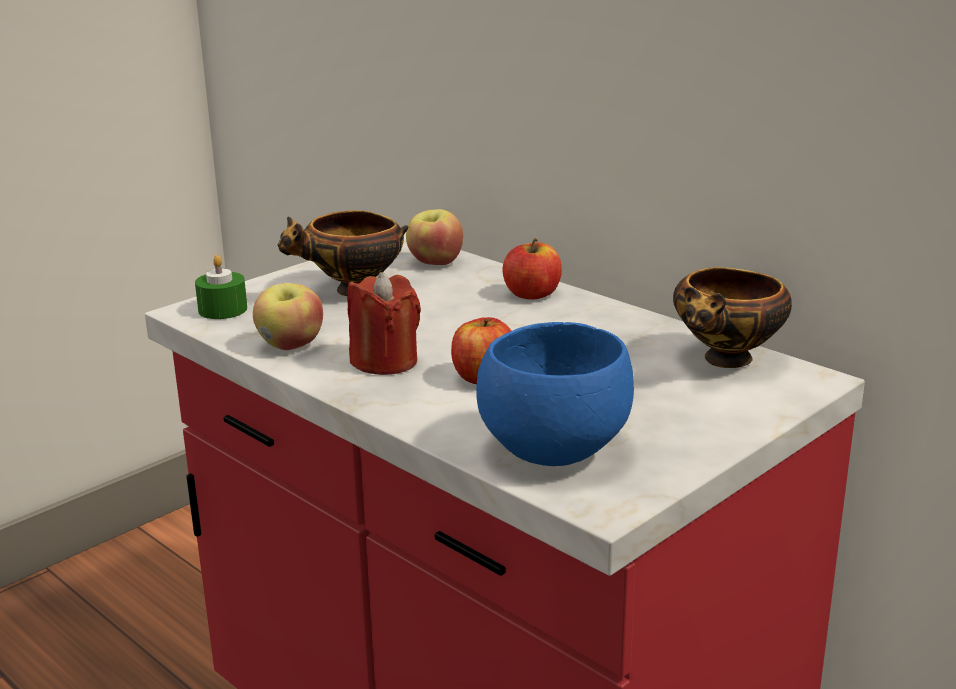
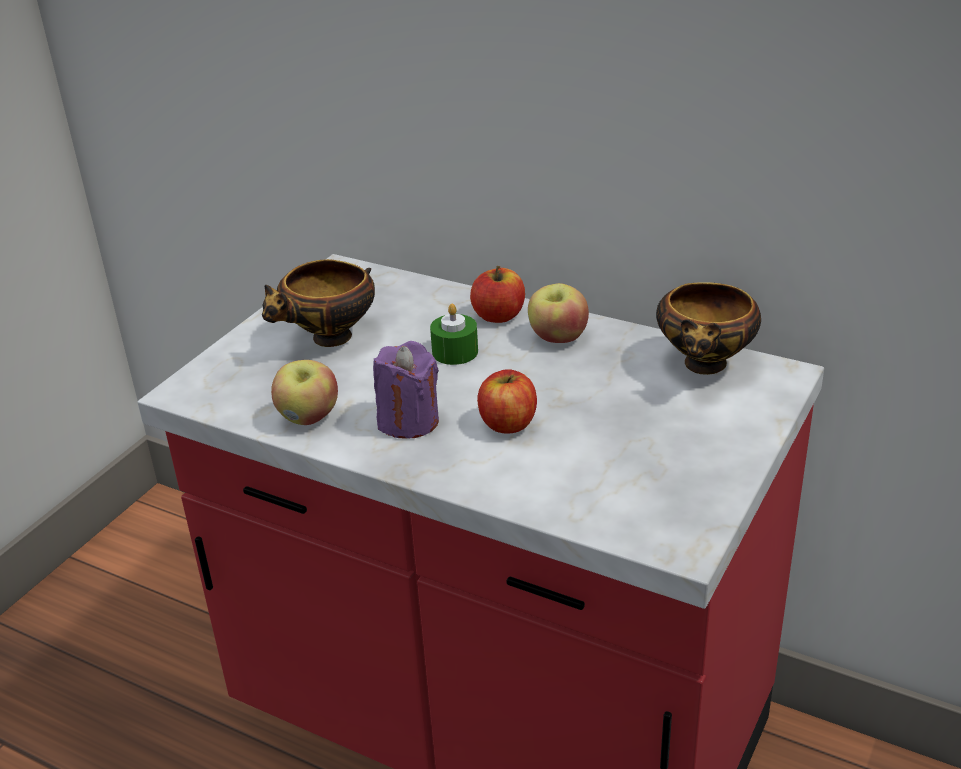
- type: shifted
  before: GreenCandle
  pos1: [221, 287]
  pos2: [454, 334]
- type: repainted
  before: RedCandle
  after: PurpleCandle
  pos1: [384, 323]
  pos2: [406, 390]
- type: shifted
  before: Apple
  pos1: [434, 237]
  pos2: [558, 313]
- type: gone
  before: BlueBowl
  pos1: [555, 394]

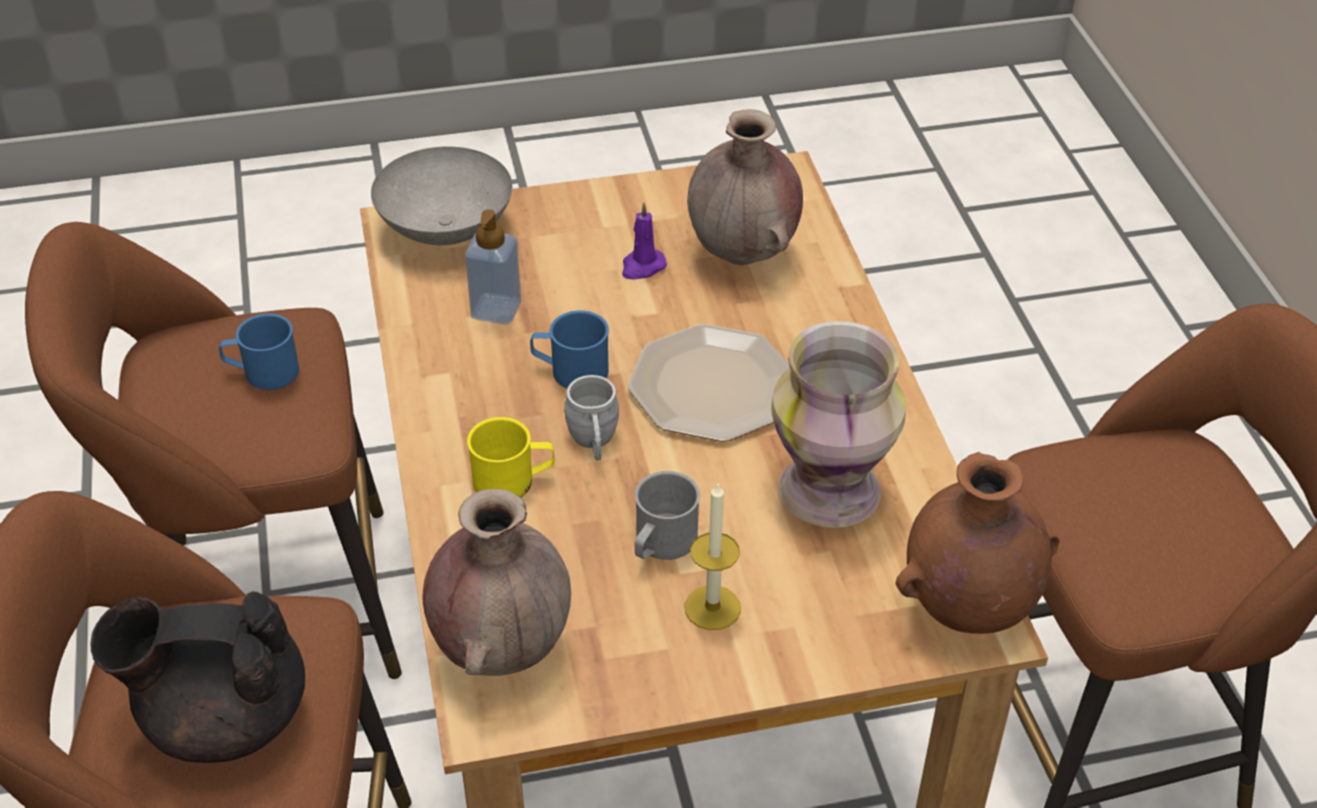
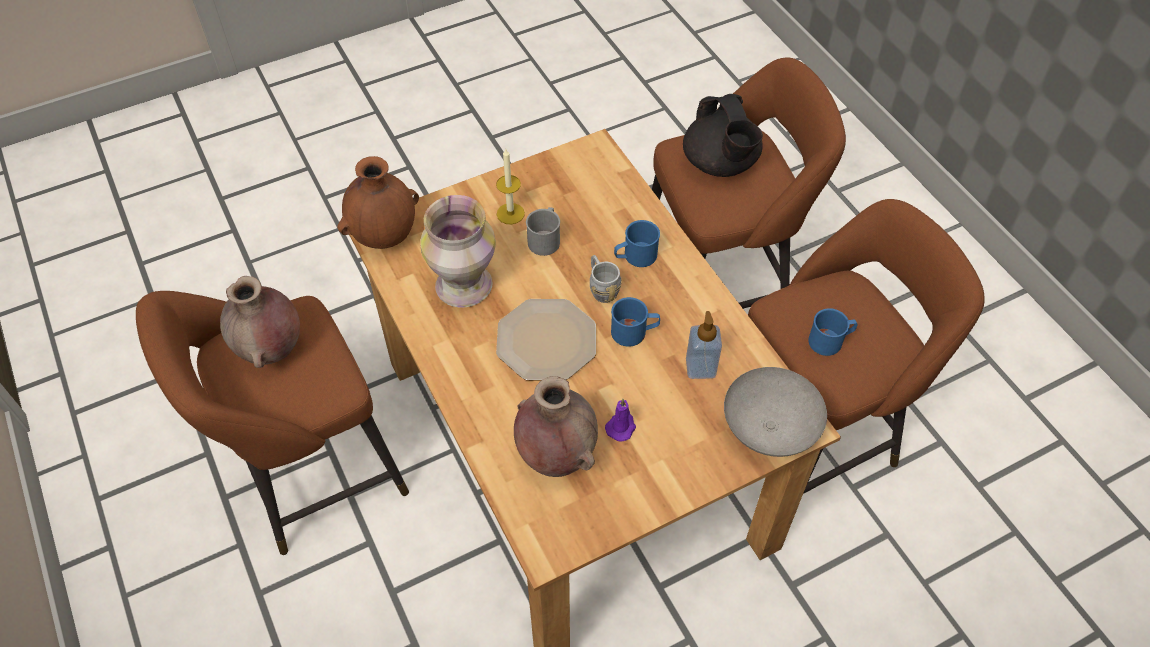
- type: rotated
  before: BlackTeapot
  pos1: [197, 677]
  pos2: [723, 135]
  turn: 90
- type: shifted
  before: BrownVase
  pos1: [496, 582]
  pos2: [260, 322]
- type: repainted
  before: YellowMug
  after: BlueMug
  pos1: [510, 457]
  pos2: [637, 243]

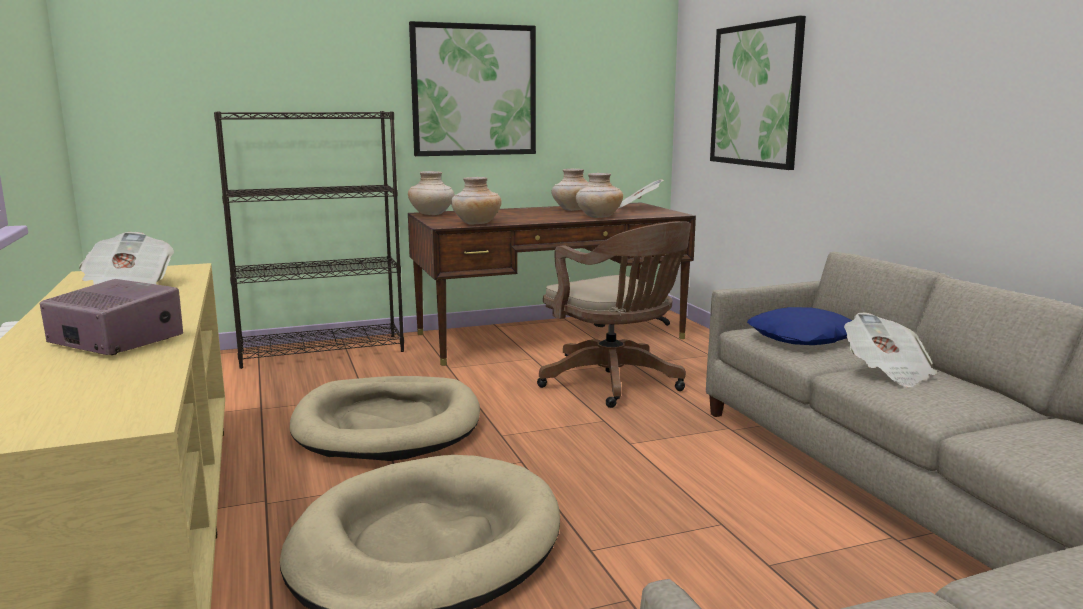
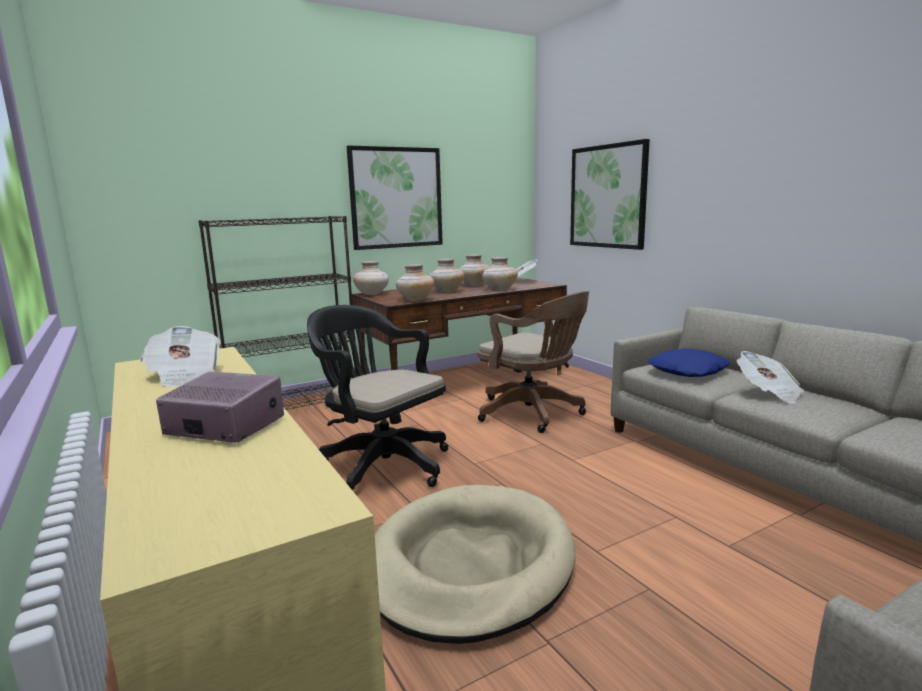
- type: swapped
  before: BeigeDogBed
  after: BlackOfficeChair
  pos1: [385, 418]
  pos2: [377, 398]
- type: new
  after: BeigeVase
  pos2: [446, 276]

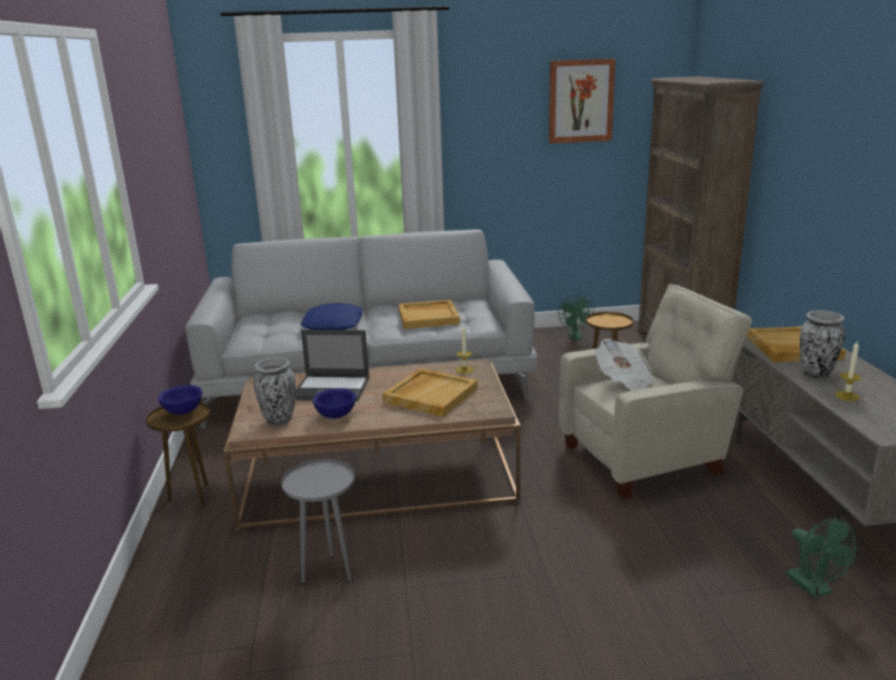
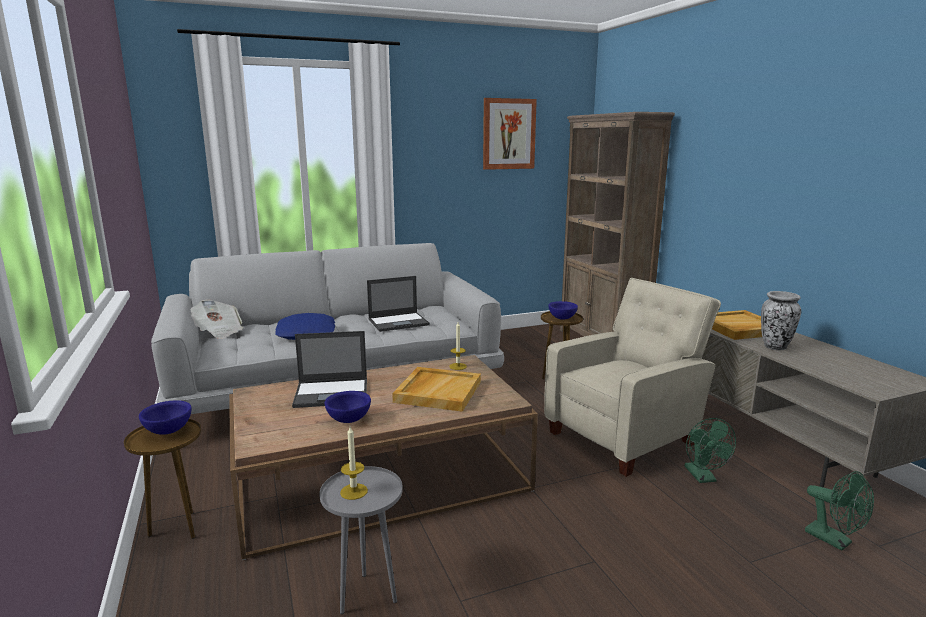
- type: gone
  before: Vase
  pos1: [274, 391]
- type: swapped
  before: BeigeTray
  after: Laptop
  pos1: [429, 314]
  pos2: [398, 304]
- type: shifted
  before: GreenFan
  pos1: [576, 317]
  pos2: [710, 450]
- type: shifted
  before: Newspaper
  pos1: [625, 365]
  pos2: [217, 319]
- type: shifted
  before: Candle
  pos1: [848, 371]
  pos2: [354, 463]
- type: new
  after: BlueBowl
  pos2: [563, 310]

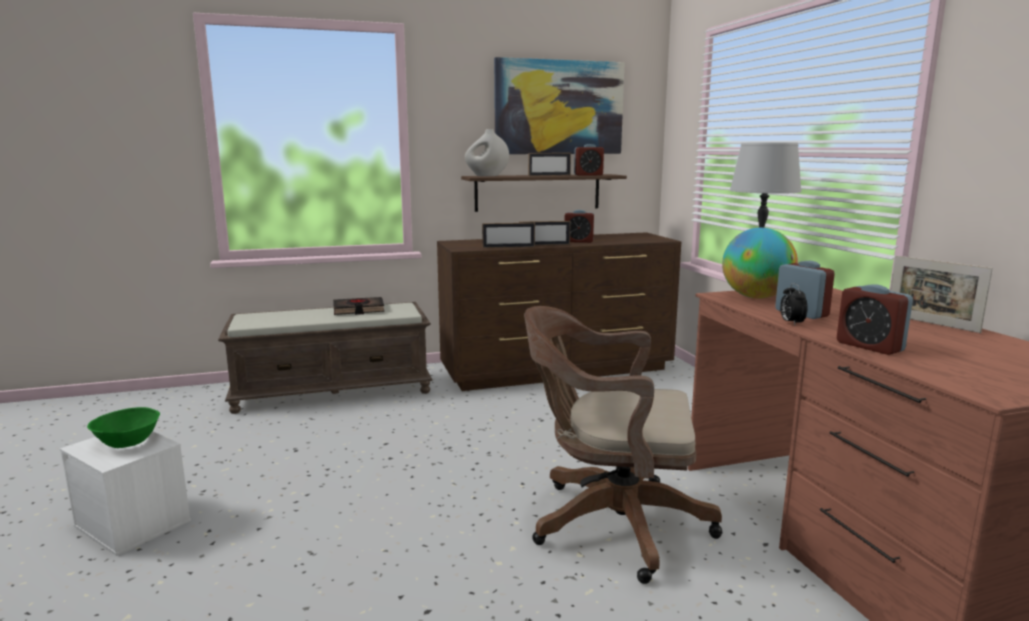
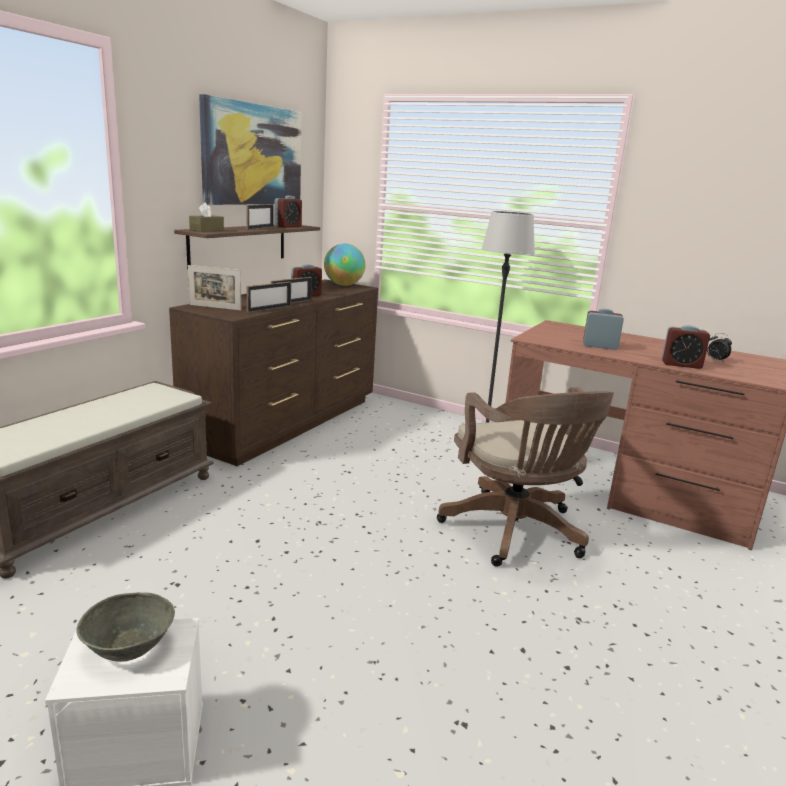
- type: repainted
  before: GreenBowl
  after: GreyBowl
  pos1: [123, 427]
  pos2: [125, 627]
- type: gone
  before: BlackBook
  pos1: [358, 306]
- type: swapped
  before: WhiteVase
  after: BrownTissueBox
  pos1: [487, 152]
  pos2: [206, 217]
- type: rotated
  before: BrownOfficeChair
  pos1: [623, 445]
  pos2: [525, 477]
  turn: -75
- type: shifted
  before: Globe
  pos1: [760, 263]
  pos2: [344, 265]
- type: shifted
  before: AlarmClock
  pos1: [794, 304]
  pos2: [719, 348]
- type: shifted
  before: PictureFrame
  pos1: [941, 294]
  pos2: [214, 287]

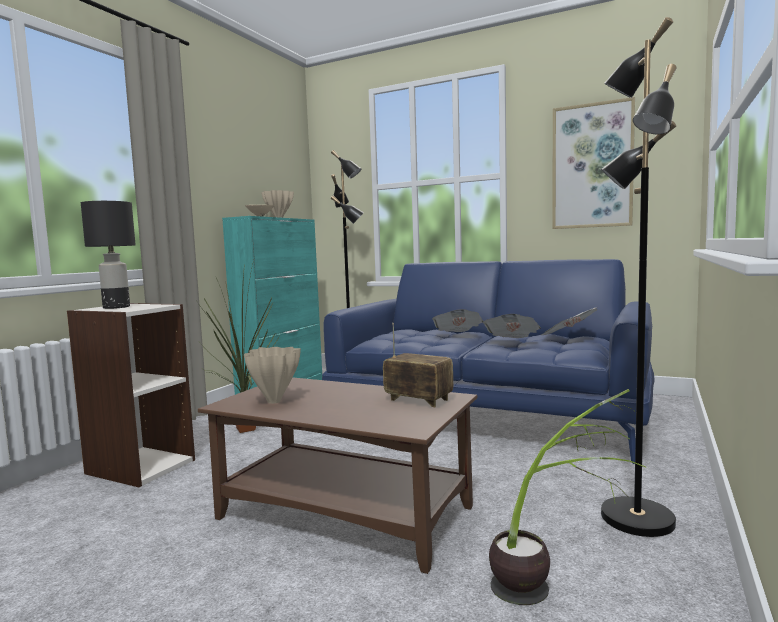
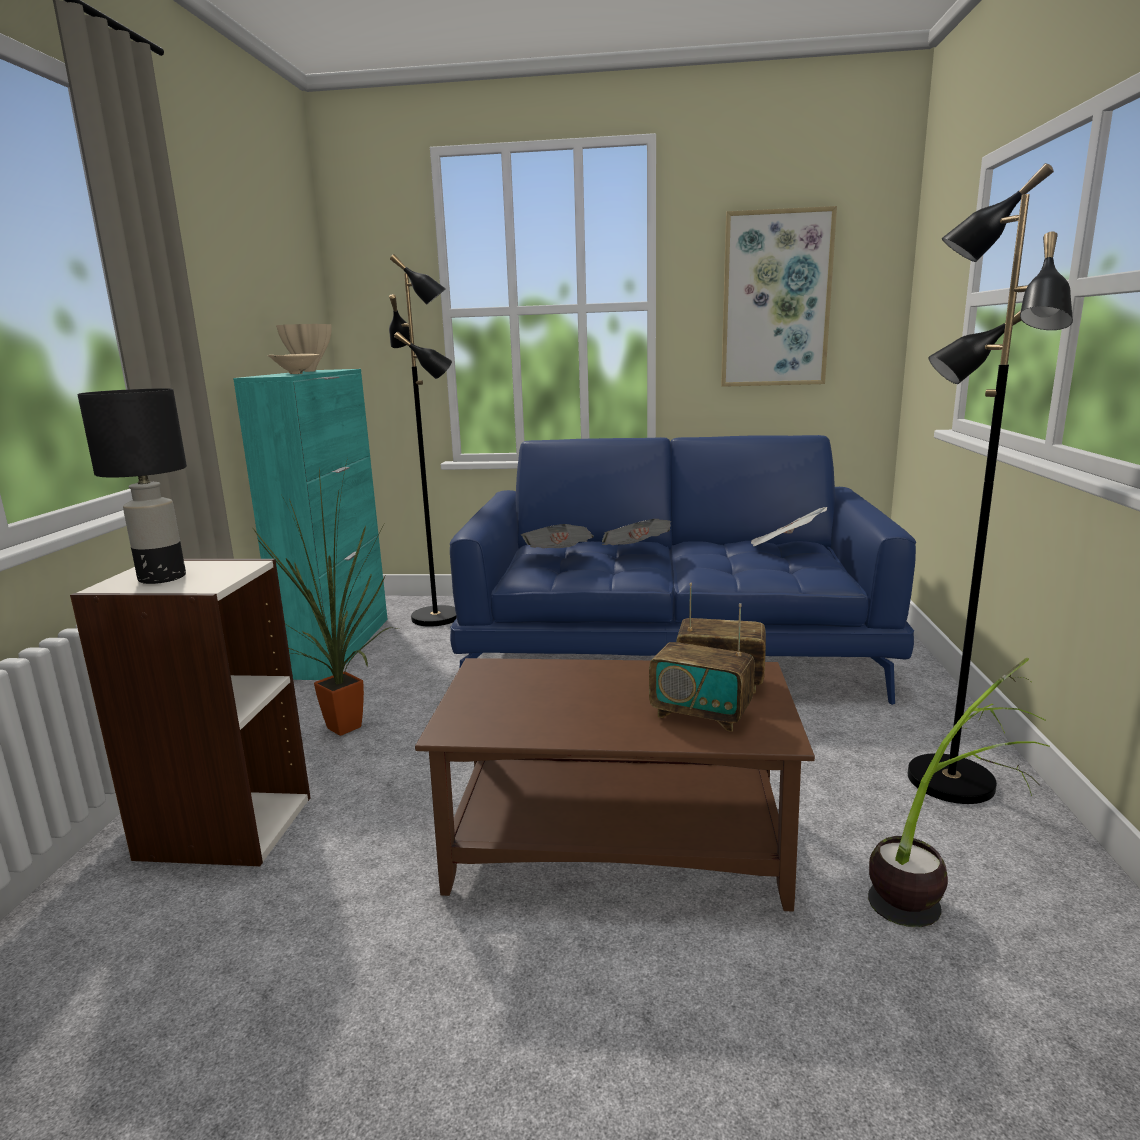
- type: gone
  before: BeigeVase
  pos1: [272, 375]
- type: shifted
  before: Newspaper
  pos1: [512, 326]
  pos2: [557, 536]
- type: new
  after: Radio
  pos2: [702, 667]

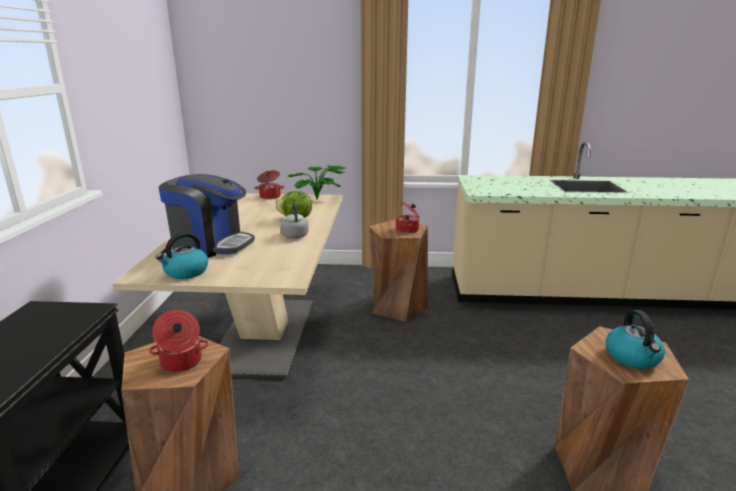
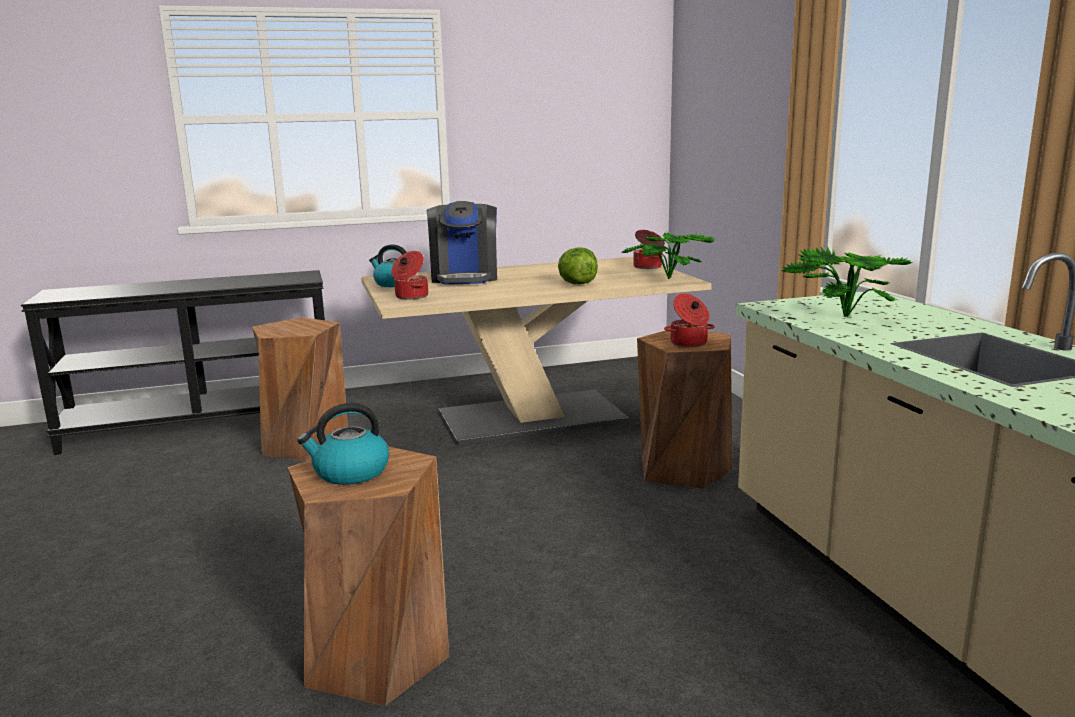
- type: shifted
  before: CookingPot
  pos1: [179, 341]
  pos2: [409, 275]
- type: gone
  before: GreyKettle
  pos1: [294, 220]
- type: new
  after: PottedPlant
  pos2: [846, 281]

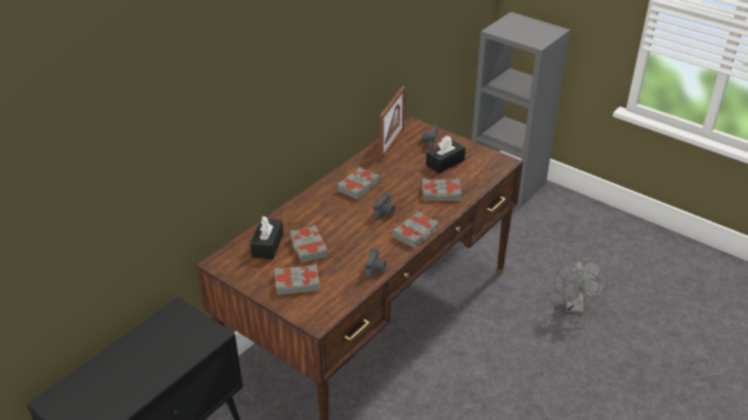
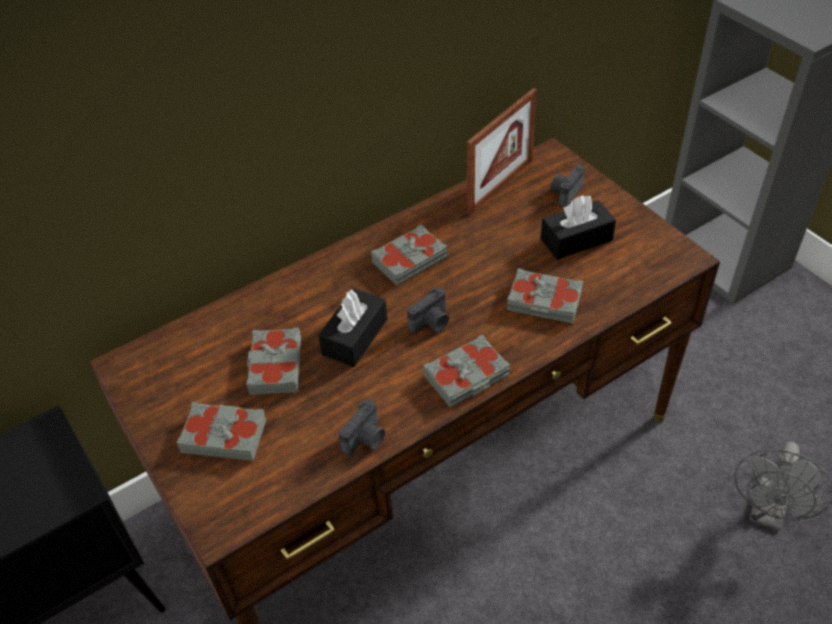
- type: shifted
  before: BlackTissueBox
  pos1: [266, 238]
  pos2: [352, 327]

